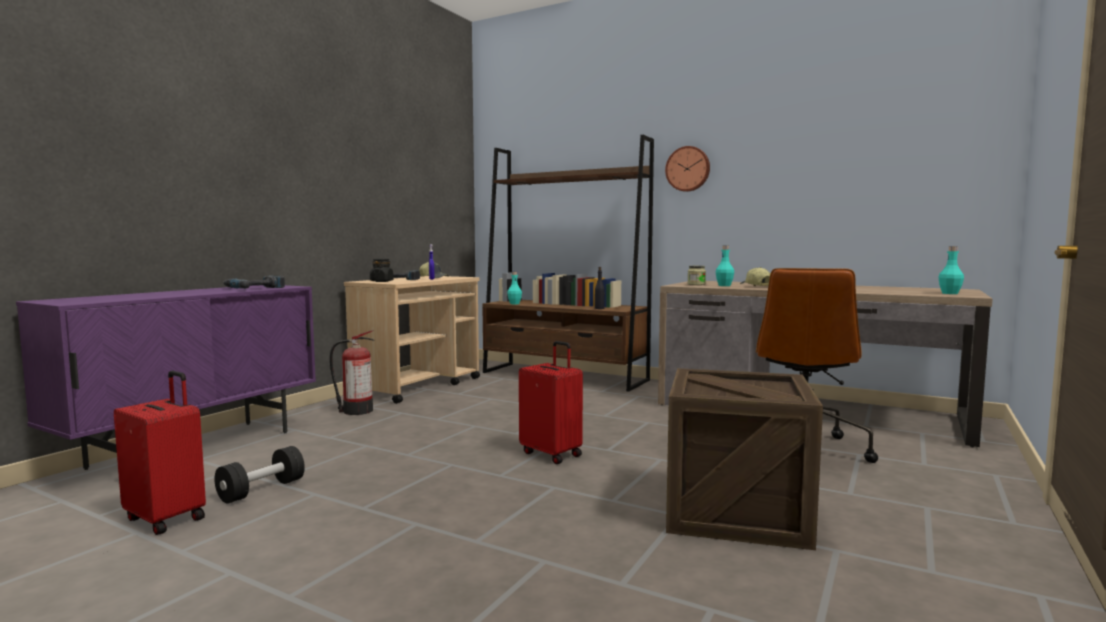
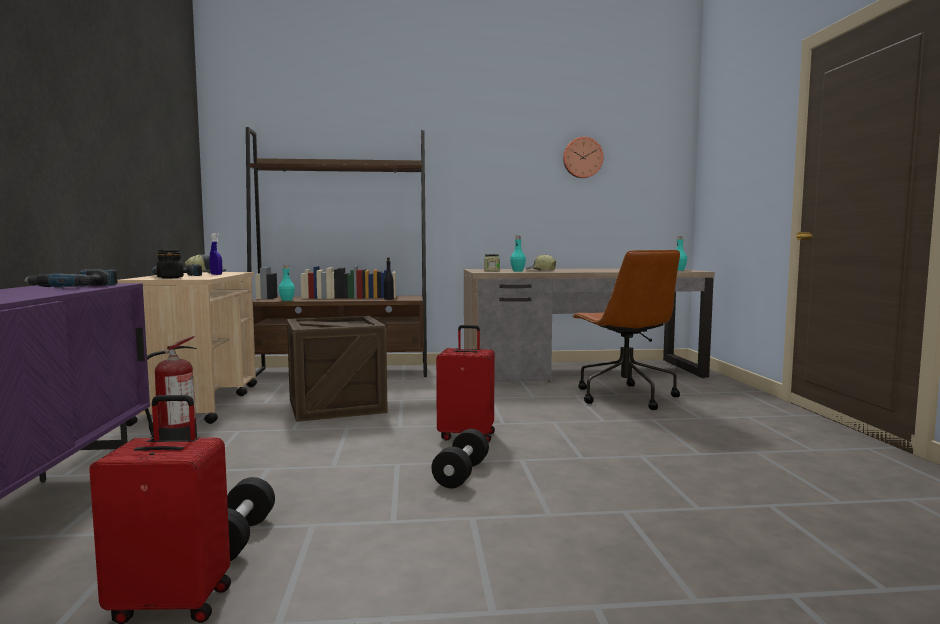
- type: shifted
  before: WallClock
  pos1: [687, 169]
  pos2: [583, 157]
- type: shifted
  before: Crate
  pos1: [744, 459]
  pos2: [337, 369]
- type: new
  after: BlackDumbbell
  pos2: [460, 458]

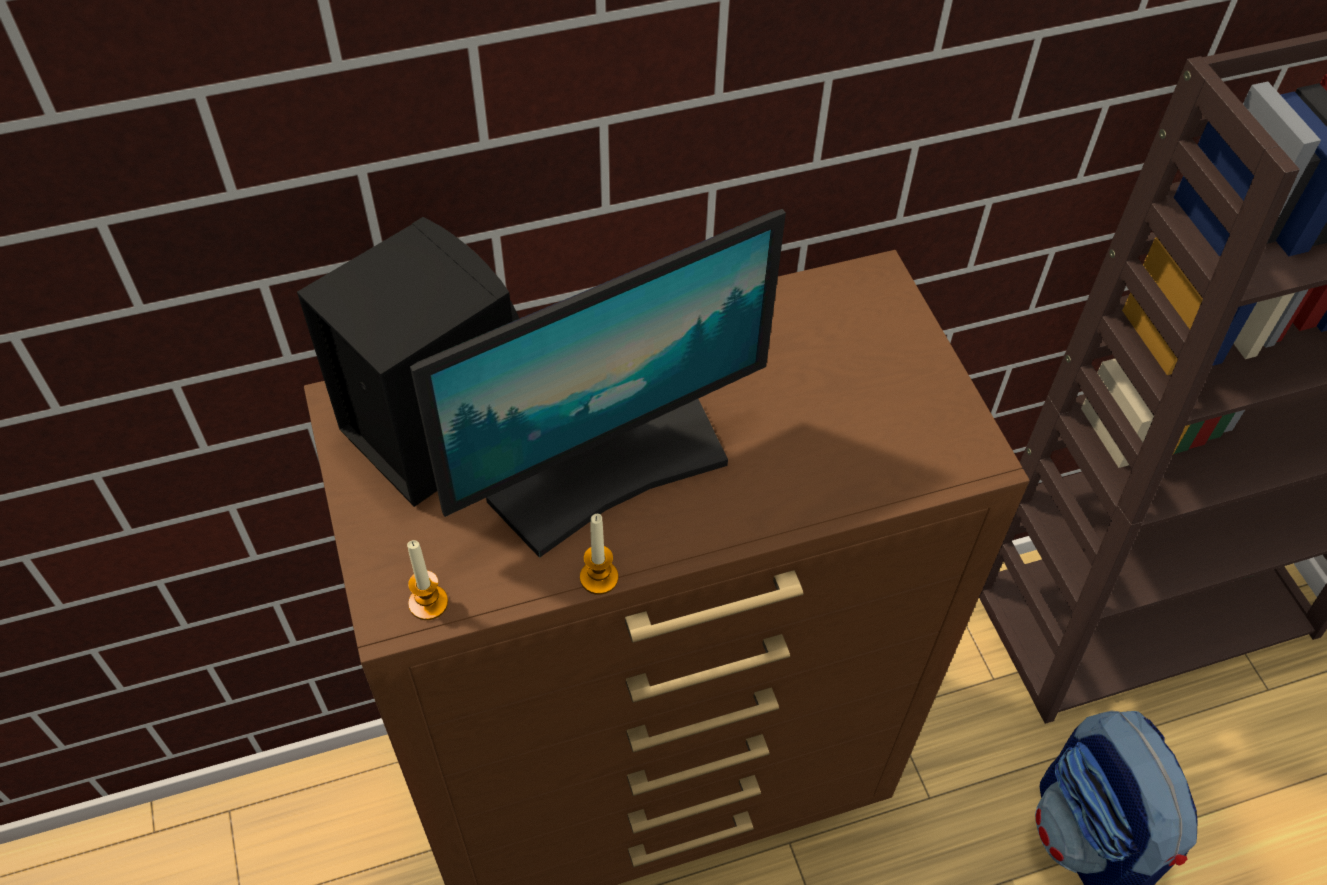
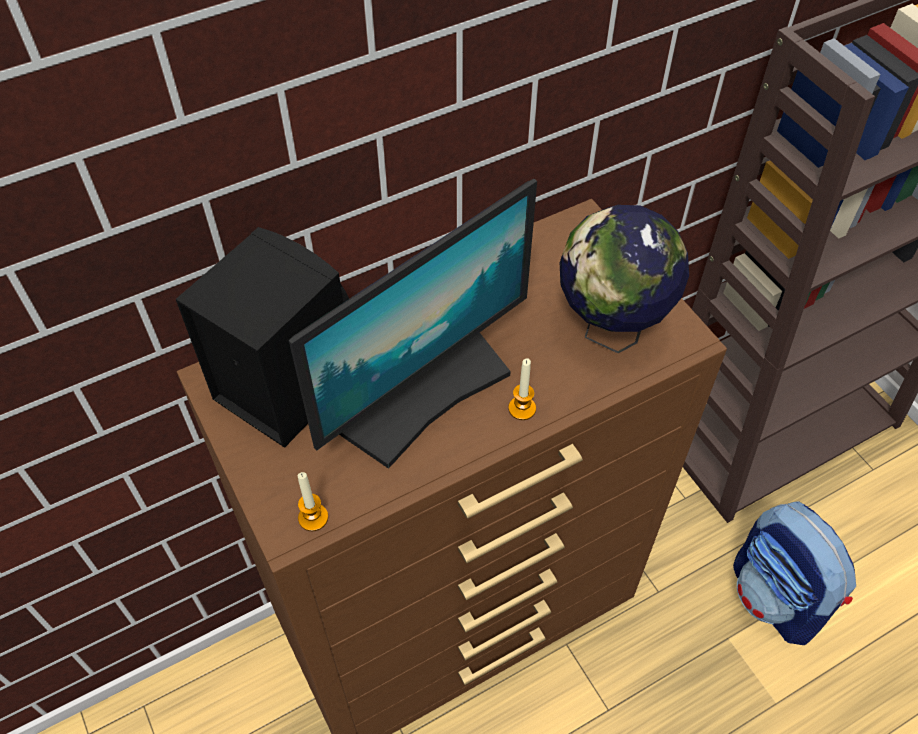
- type: shifted
  before: Candle
  pos1: [599, 554]
  pos2: [522, 389]
- type: new
  after: Globe
  pos2: [624, 279]

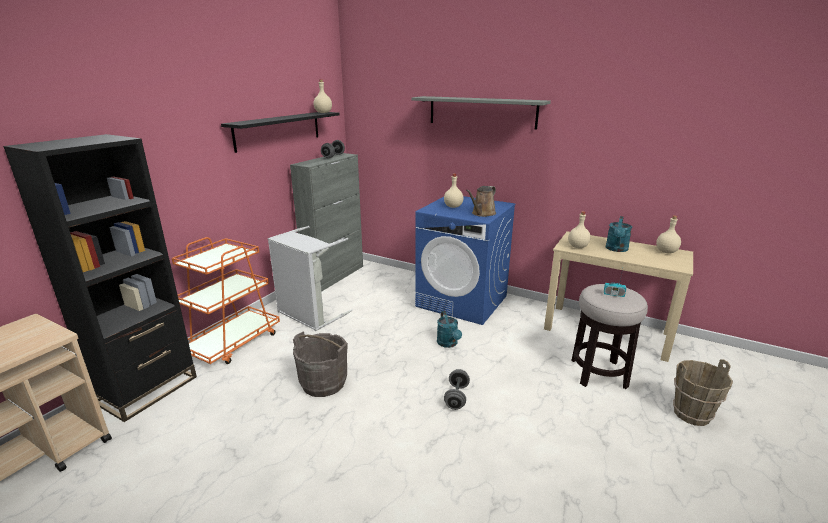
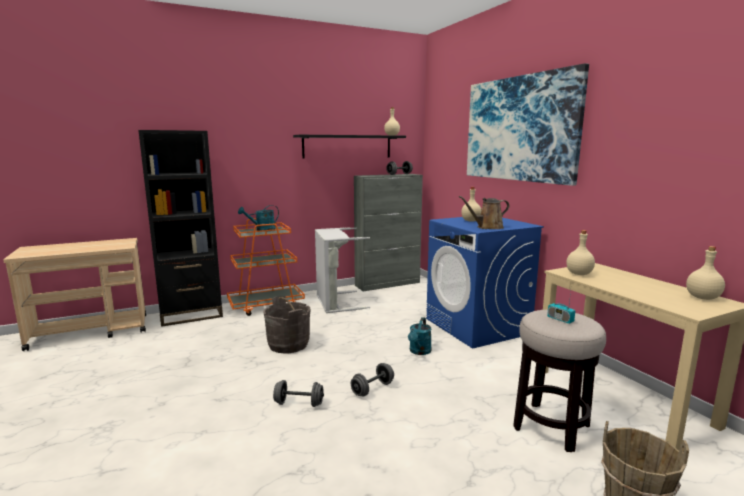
- type: swapped
  before: GreyShelf
  after: Picture
  pos1: [481, 113]
  pos2: [528, 124]
- type: shifted
  before: TurquoiseWateringCan
  pos1: [619, 234]
  pos2: [258, 218]
- type: new
  after: GreyDumbbell
  pos2: [298, 393]

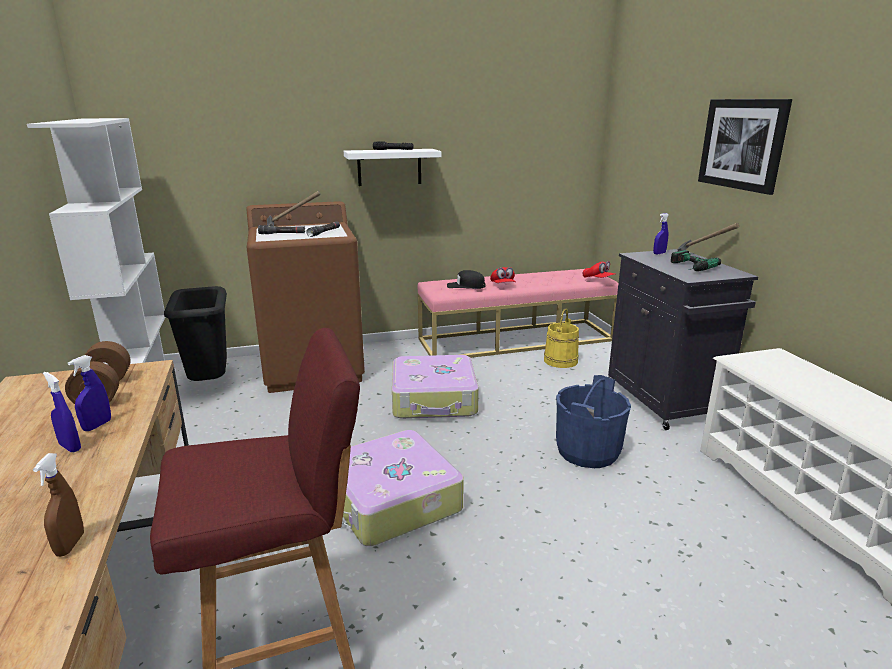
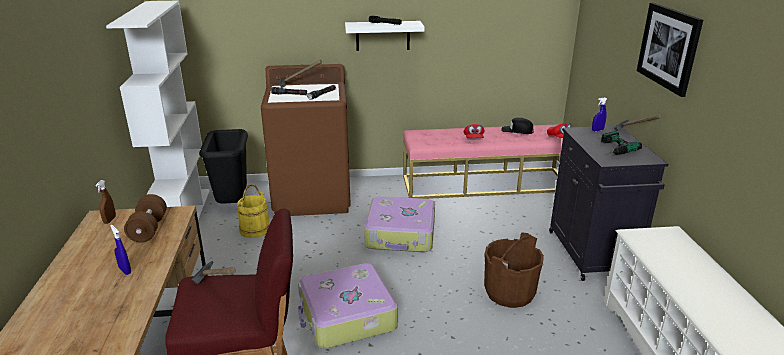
- type: shifted
  before: BrownSprayBottle
  pos1: [58, 505]
  pos2: [105, 202]
- type: gone
  before: BlueSprayBottle
  pos1: [89, 393]
- type: shifted
  before: BlackCap
  pos1: [466, 279]
  pos2: [517, 126]
- type: shifted
  before: YellowBucket
  pos1: [561, 338]
  pos2: [254, 211]
- type: repainted
  before: BlueBucket
  after: BrownBucket
  pos1: [593, 421]
  pos2: [514, 270]
- type: new
  after: Hammer
  pos2: [214, 272]

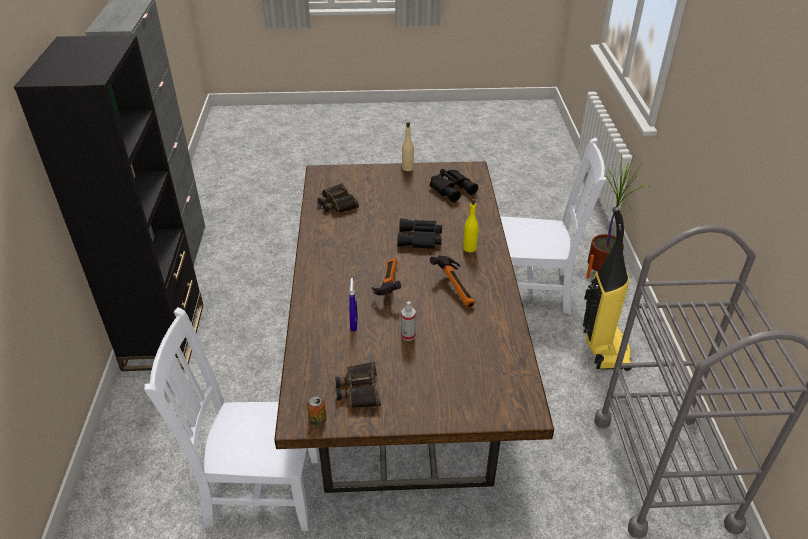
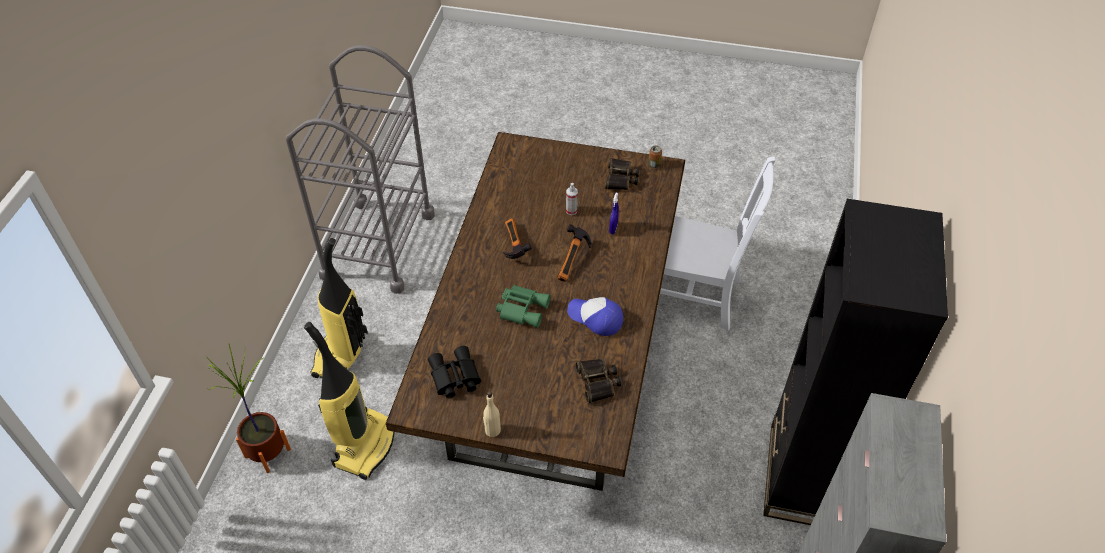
- type: repainted
  before: BlackBinoculars
  after: GreenBinoculars
  pos1: [419, 233]
  pos2: [523, 306]
- type: gone
  before: YellowBottle
  pos1: [471, 225]
- type: swapped
  before: WhiteChair
  after: VacuumCleaner
  pos1: [553, 226]
  pos2: [349, 401]
- type: new
  after: Cap
  pos2: [595, 316]

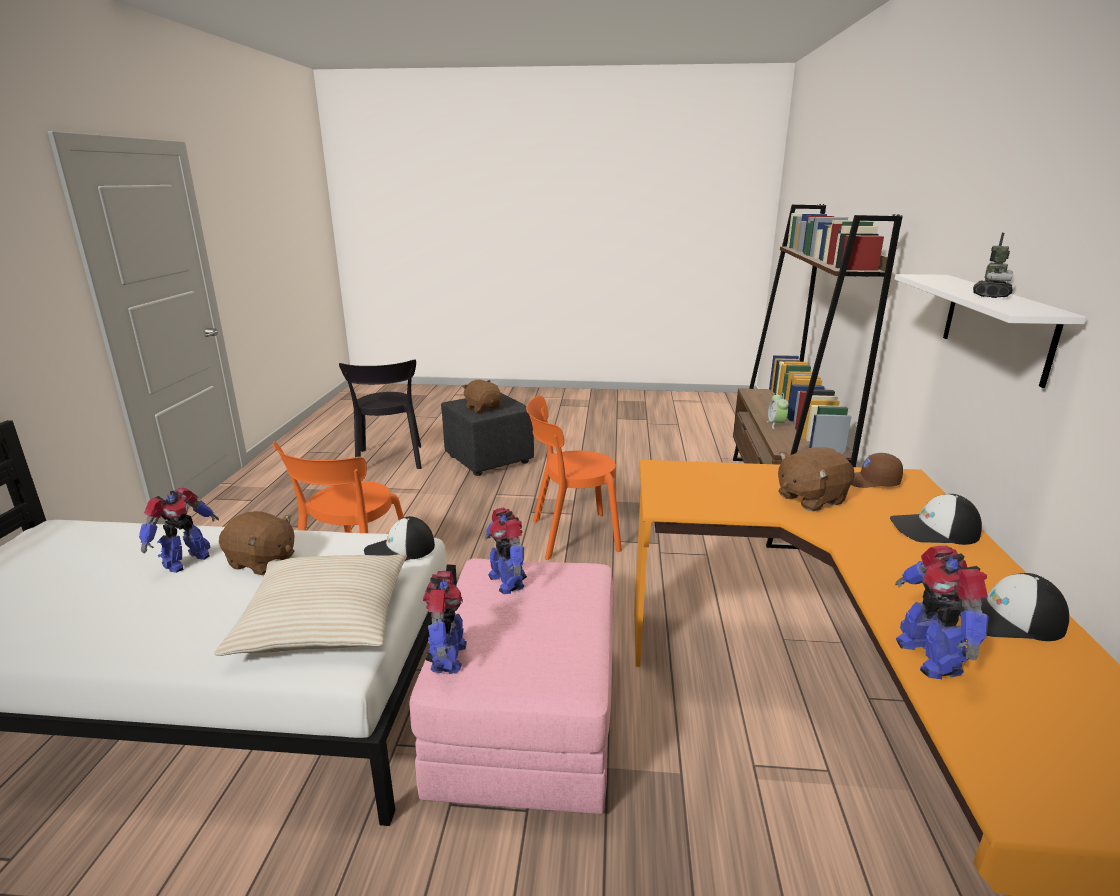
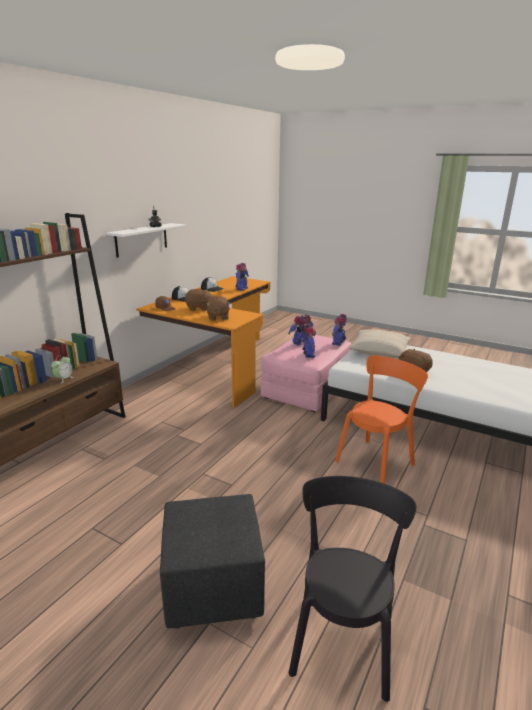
- type: shifted
  before: ToyRobot
  pos1: [179, 530]
  pos2: [300, 330]
- type: gone
  before: Cap
  pos1: [399, 538]
- type: shifted
  before: BrownPlushToy
  pos1: [481, 396]
  pos2: [218, 308]
- type: gone
  before: OrangeChair
  pos1: [574, 478]

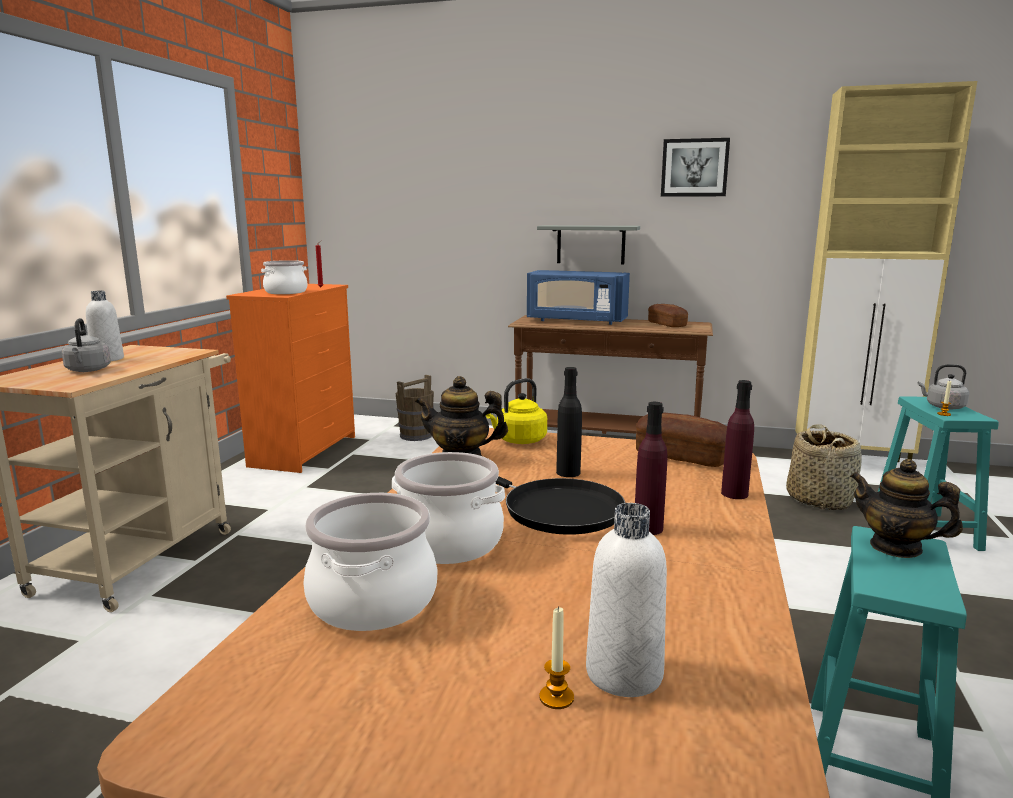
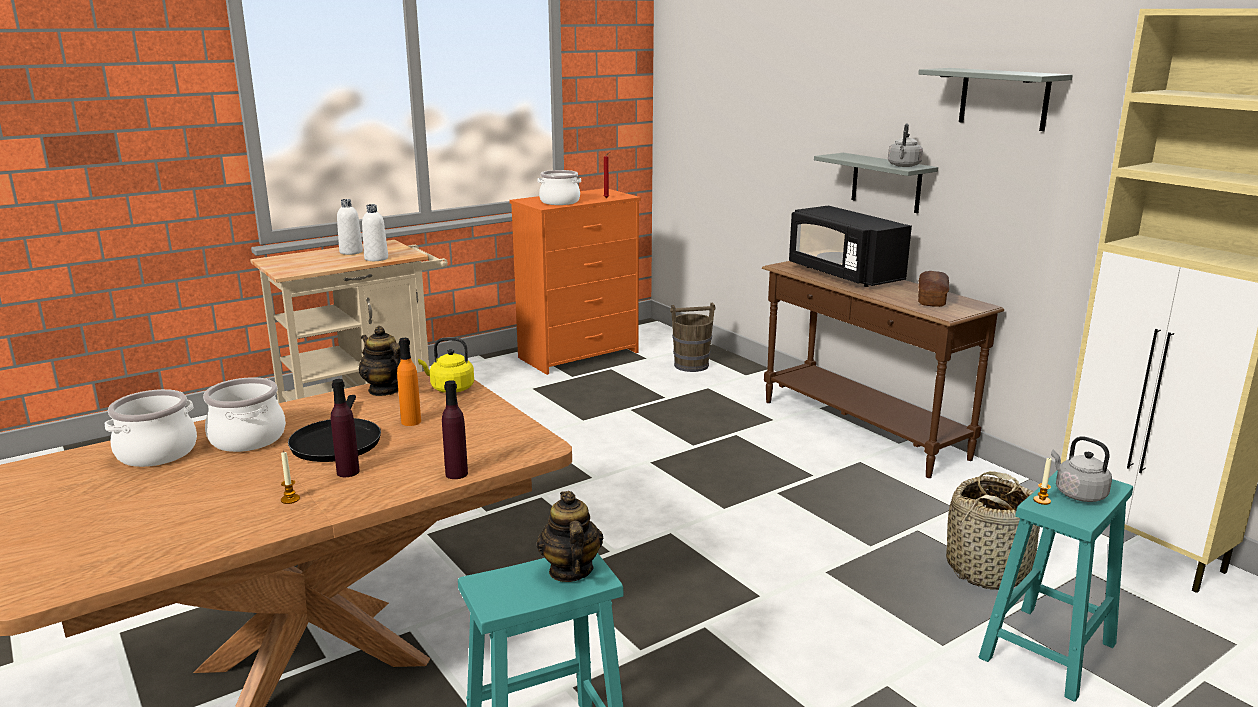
- type: shifted
  before: GreyKettle
  pos1: [86, 345]
  pos2: [905, 145]
- type: repainted
  before: BlueMicrowave
  after: BlackMicrowave
  pos1: [578, 297]
  pos2: [850, 246]
- type: shifted
  before: Candle
  pos1: [556, 657]
  pos2: [290, 478]
- type: repainted
  before: BlackBottle
  after: OrangeBottle
  pos1: [569, 422]
  pos2: [409, 382]
- type: shifted
  before: WhiteBottle
  pos1: [626, 600]
  pos2: [375, 232]
- type: gone
  before: Bread
  pos1: [681, 439]
- type: swapped
  before: Picture
  after: GreyShelf
  pos1: [695, 167]
  pos2: [995, 99]

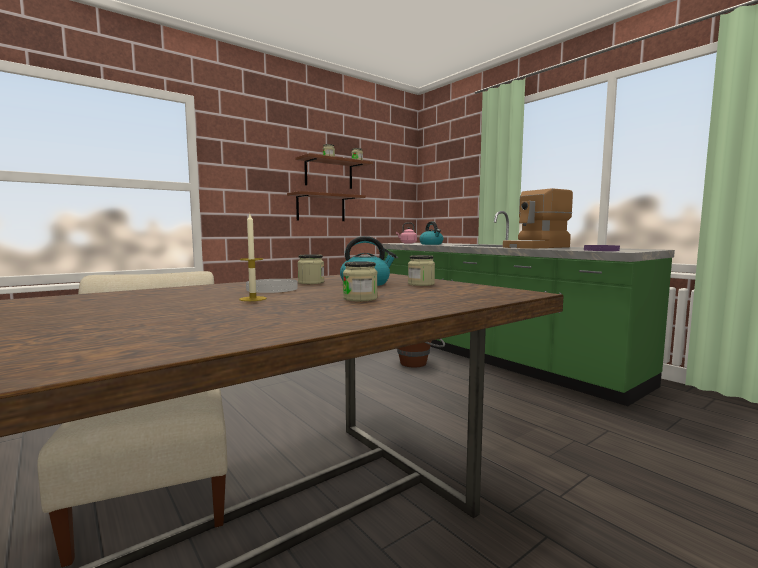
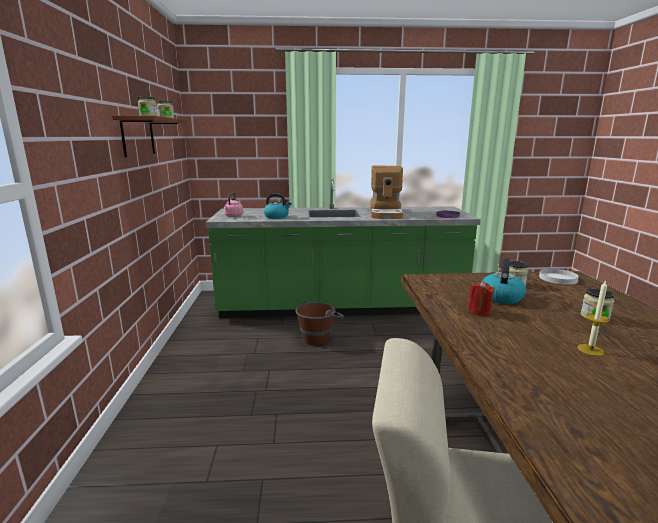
- type: shifted
  before: WhitePlate
  pos1: [272, 286]
  pos2: [559, 276]
- type: gone
  before: BrownShelf
  pos1: [326, 206]
- type: swapped
  before: Jar
  after: RedCandle
  pos1: [311, 269]
  pos2: [481, 298]

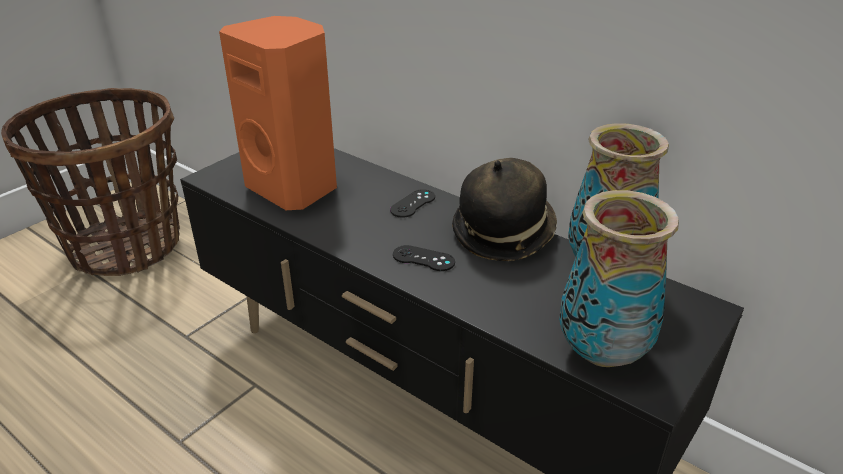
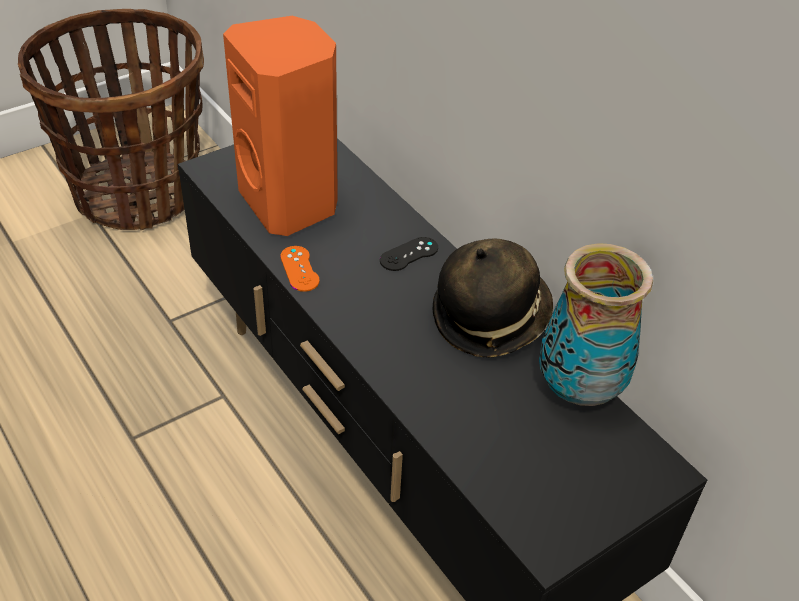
- type: gone
  before: BlackGameController
  pos1: [424, 258]
- type: gone
  before: Vase
  pos1: [619, 278]
- type: new
  after: OrangeGameController
  pos2: [300, 269]

